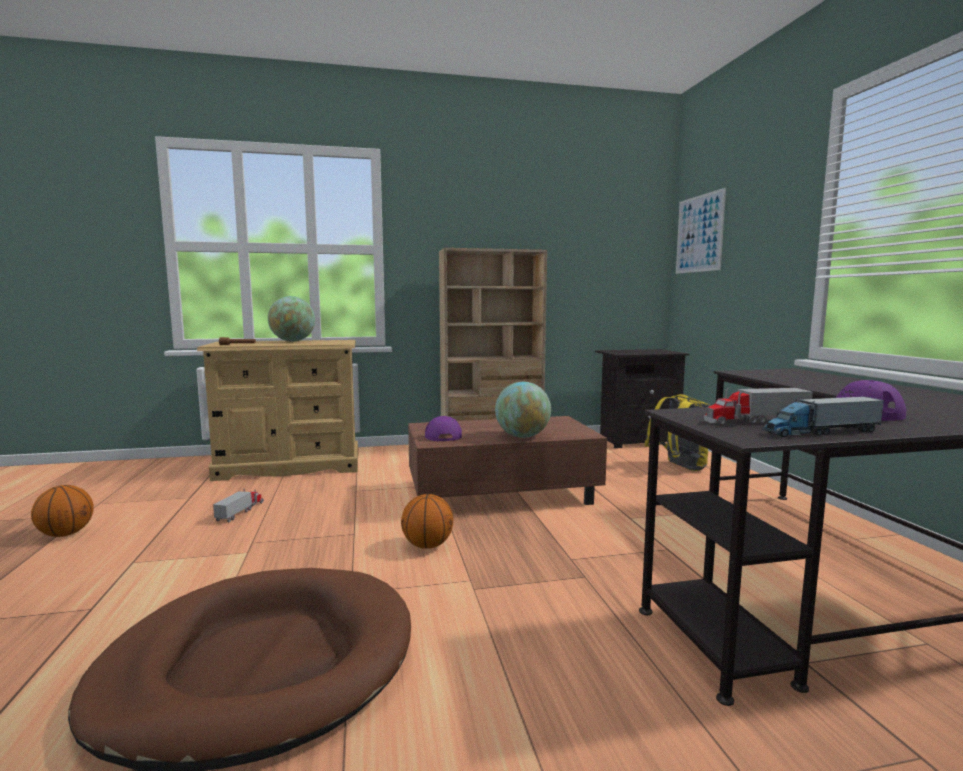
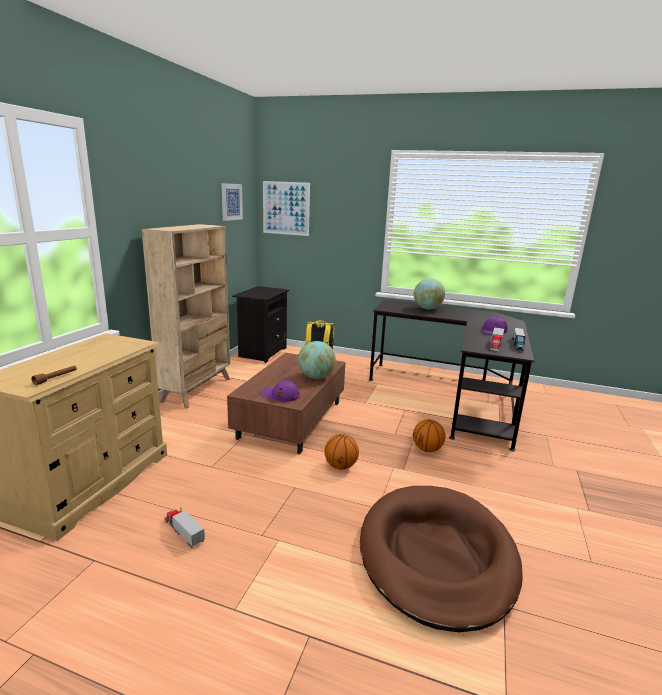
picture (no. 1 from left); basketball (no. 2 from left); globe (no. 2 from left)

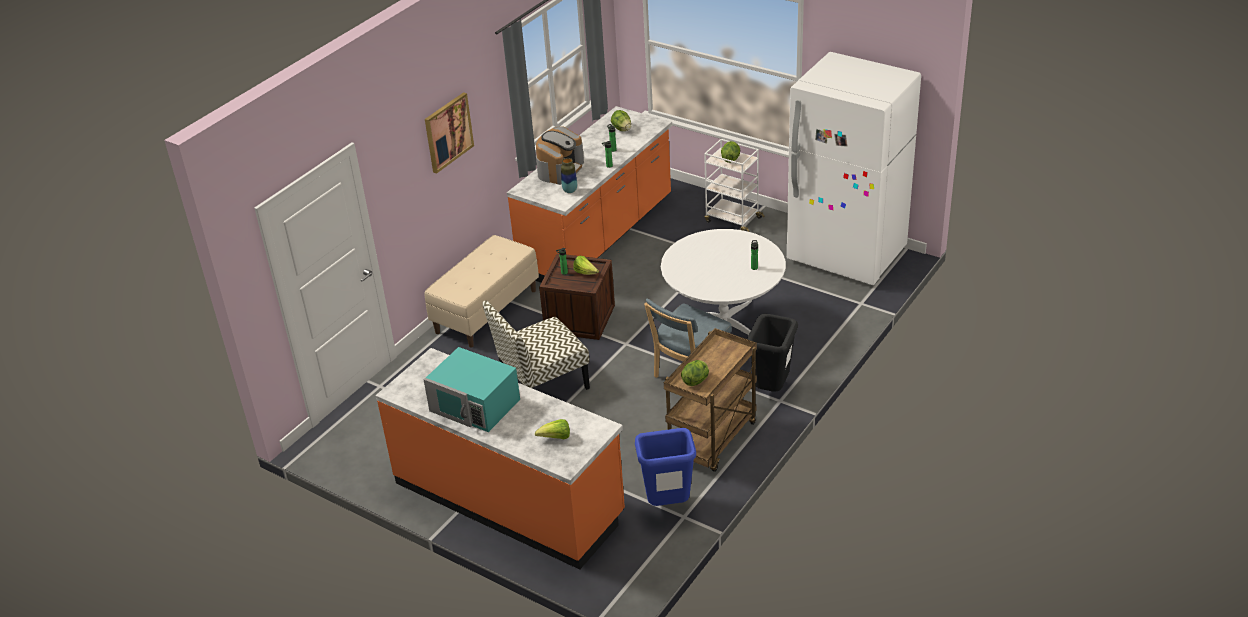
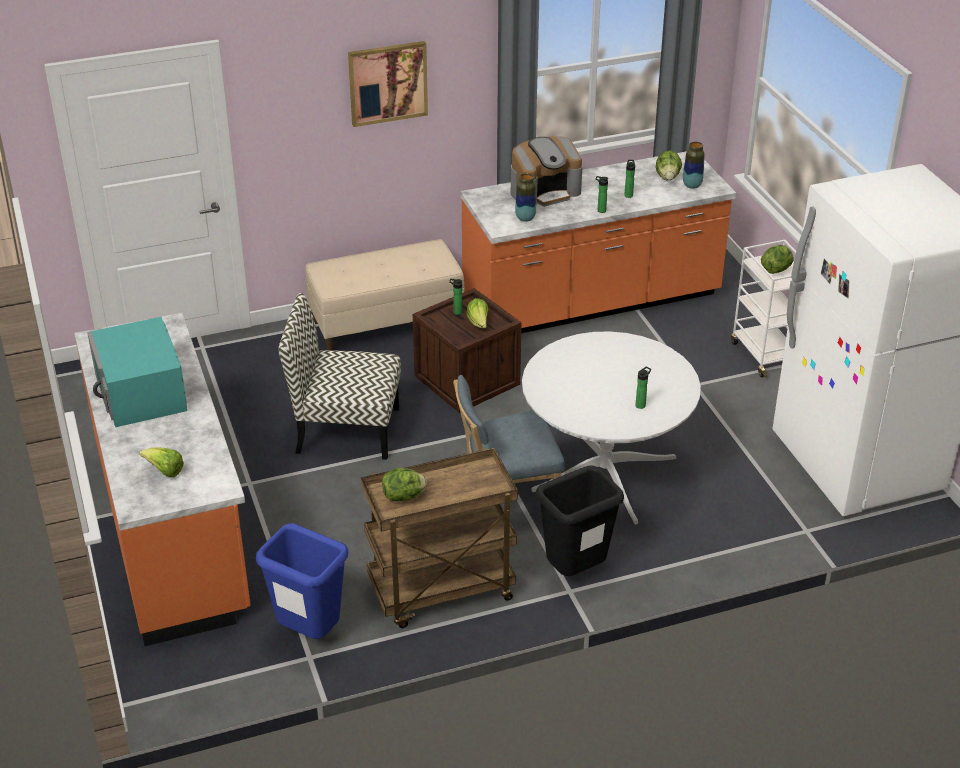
vase (no. 2 from left)

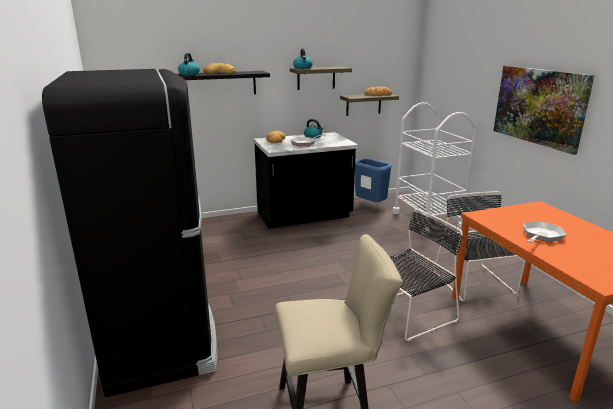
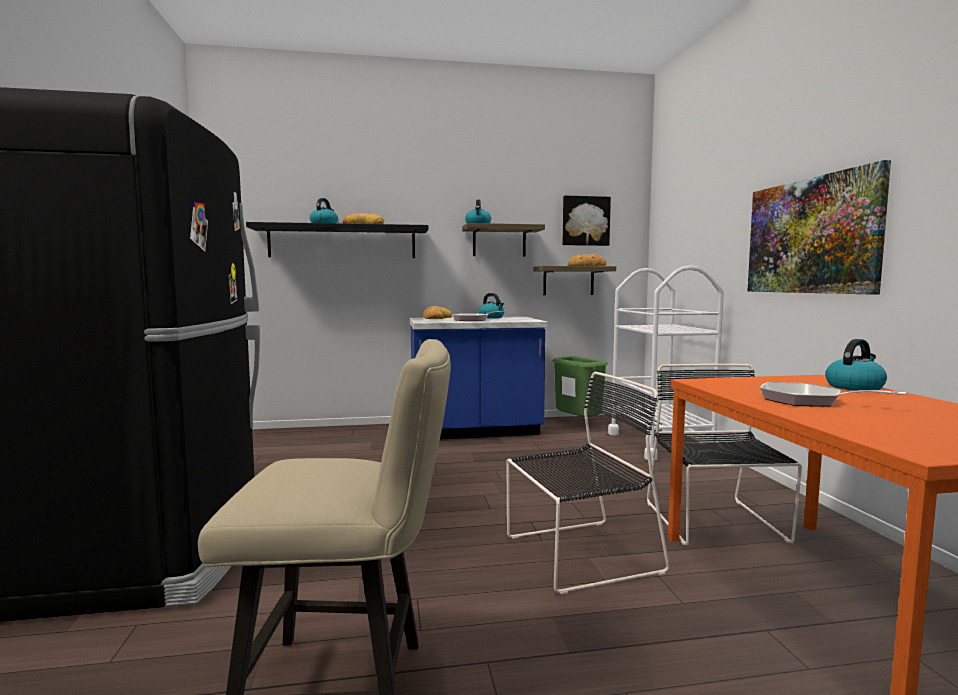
picture (no. 1 from left); kettle (no. 4 from left); blue counter; green trash can; frying pan (no. 2 from left)

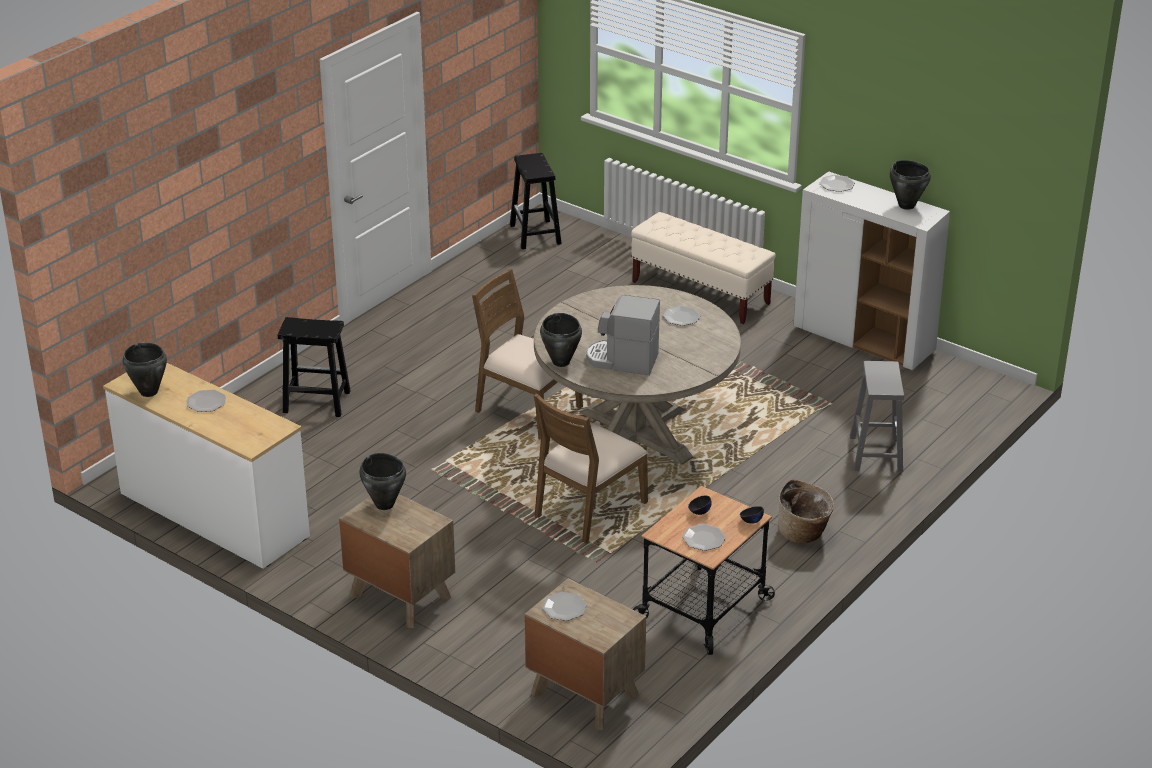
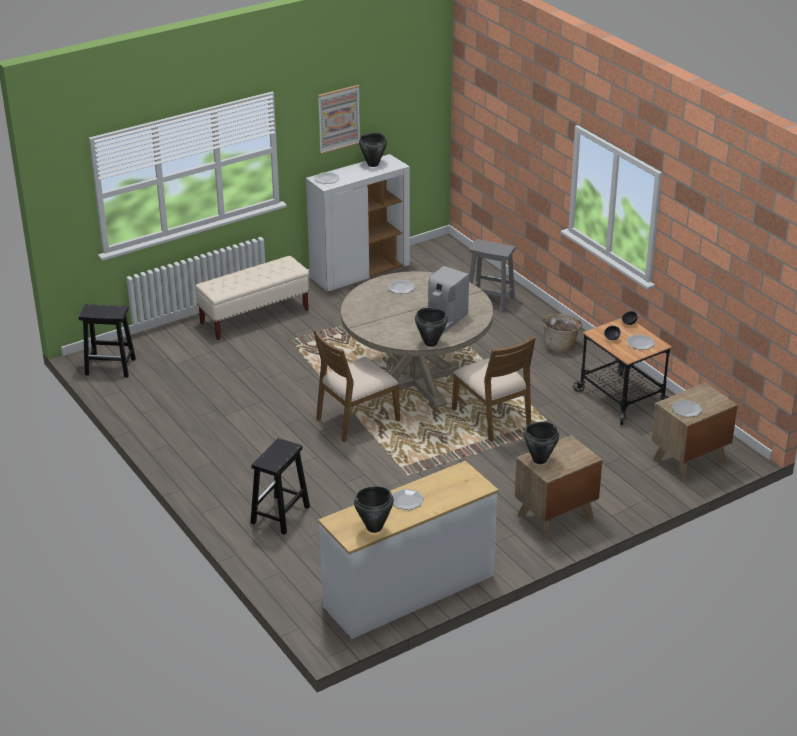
picture

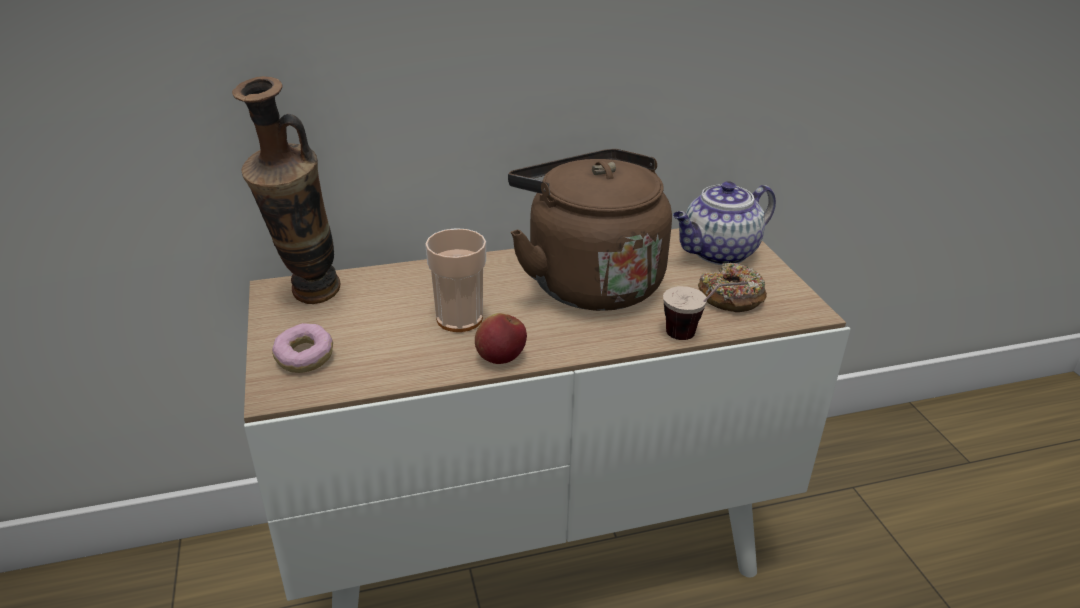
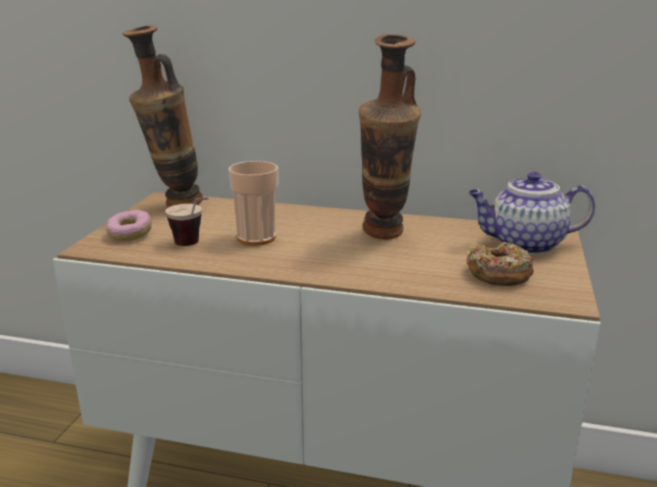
apple; cup (no. 1 from left); vase (no. 2 from left)

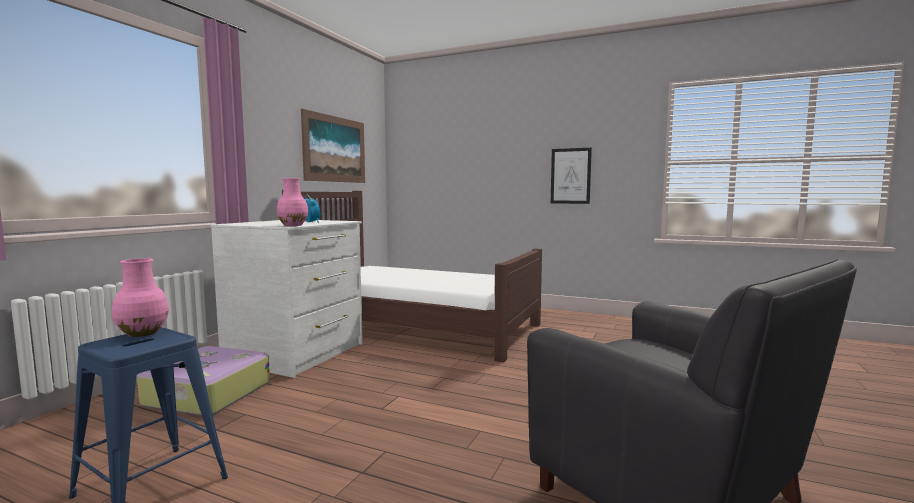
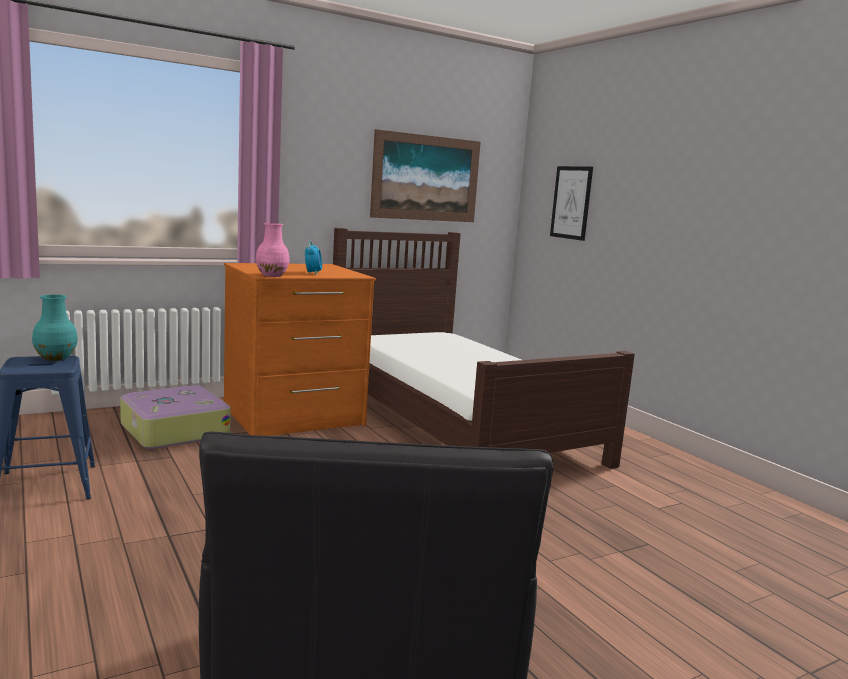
picture (no. 2 from left); turquoise vase; orange dresser

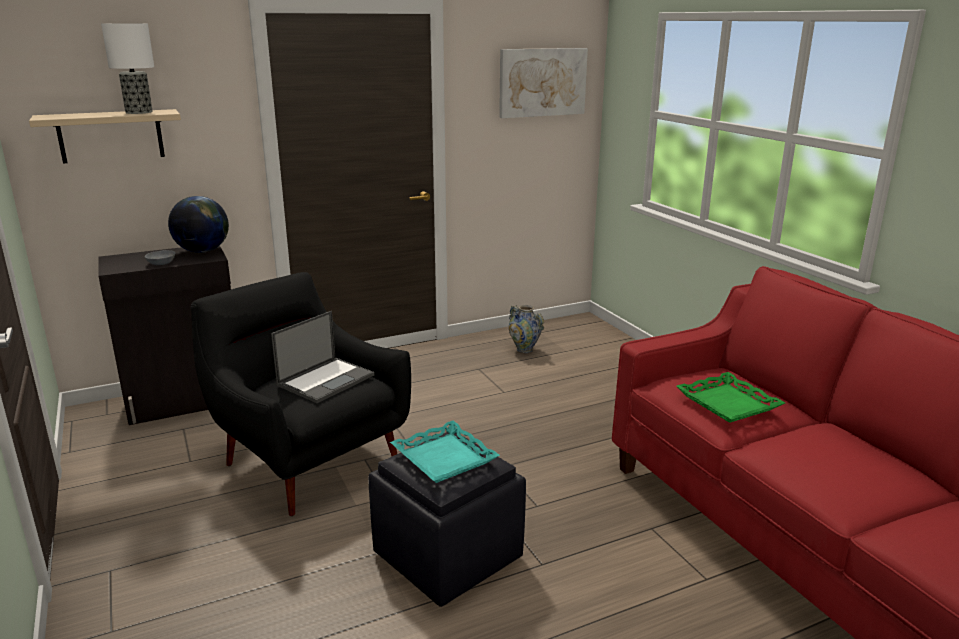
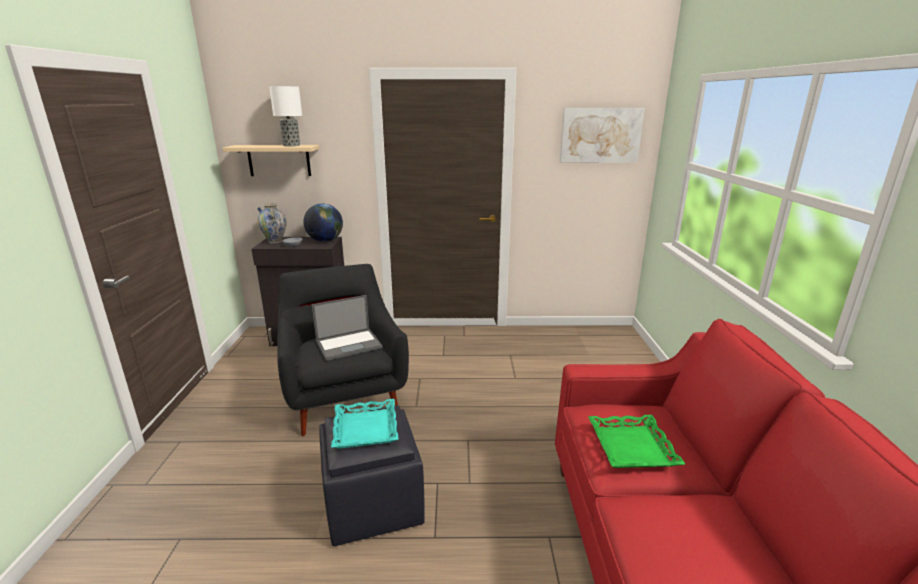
vase

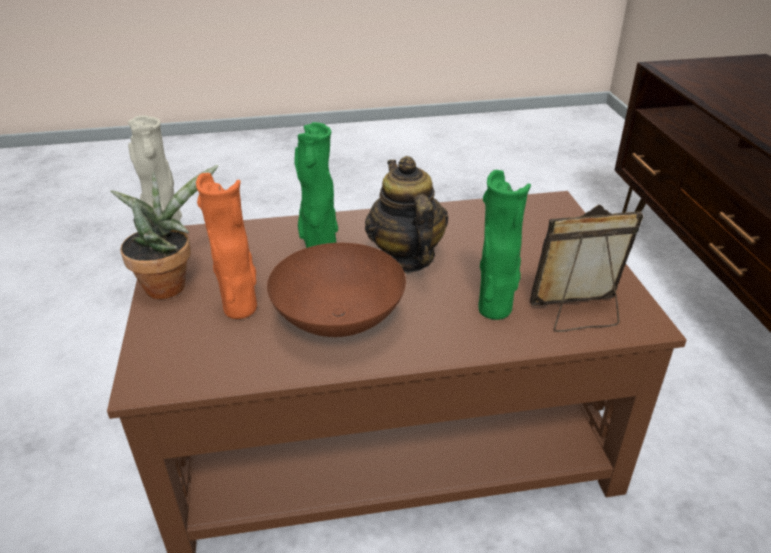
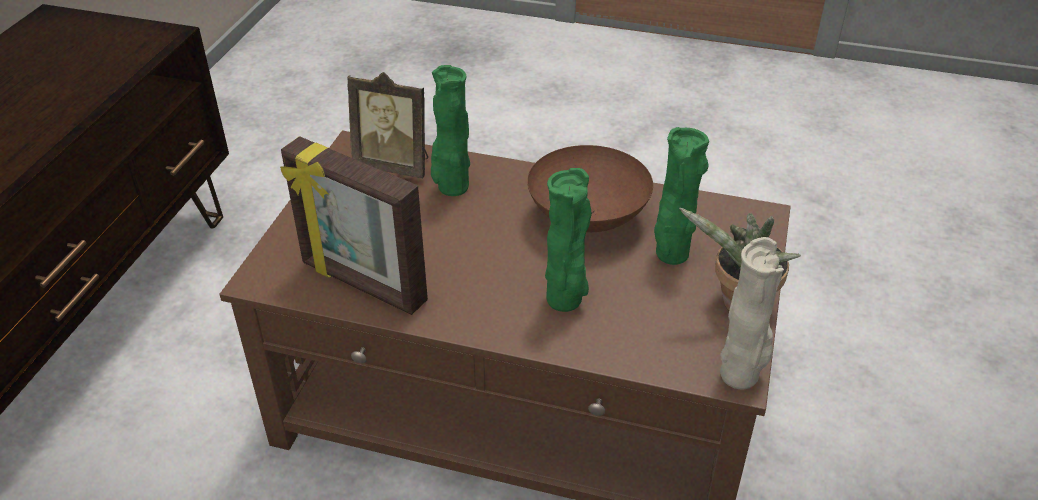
teapot; picture frame (no. 1 from left); green vase (no. 3 from left)

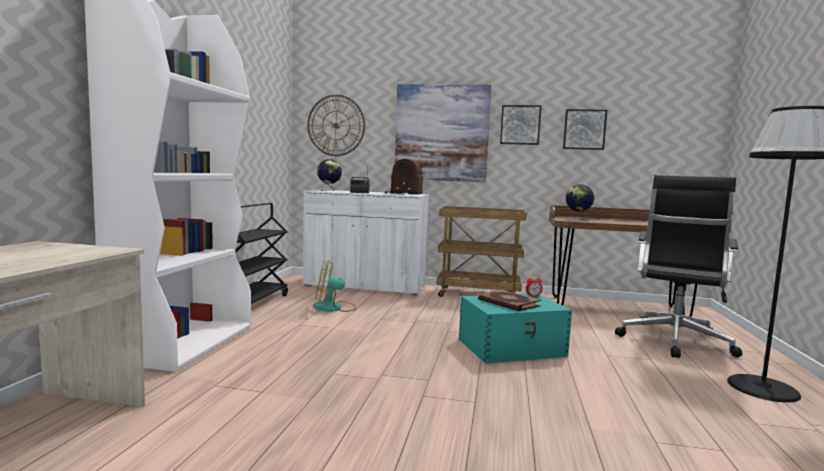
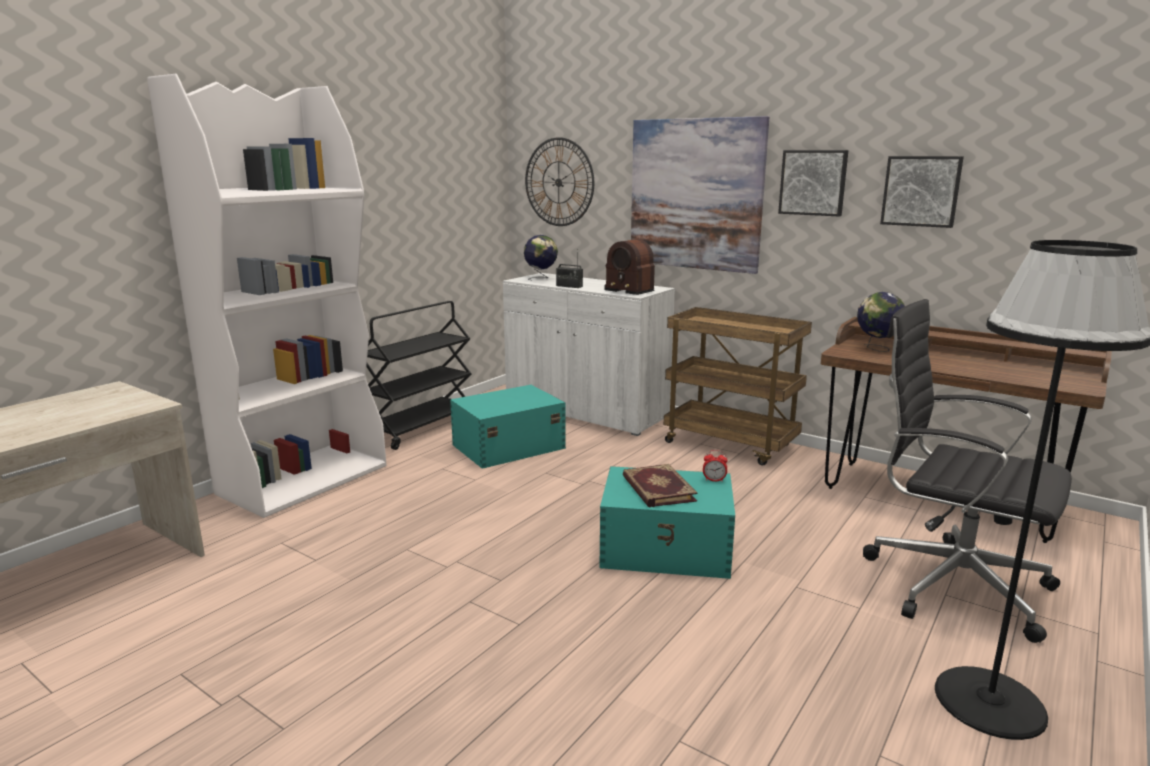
turquoise storage box (no. 1 from left); black office chair

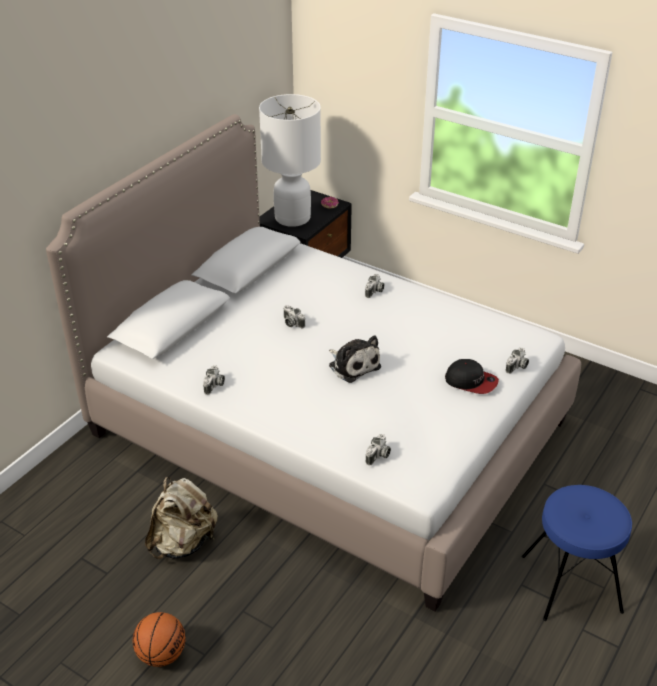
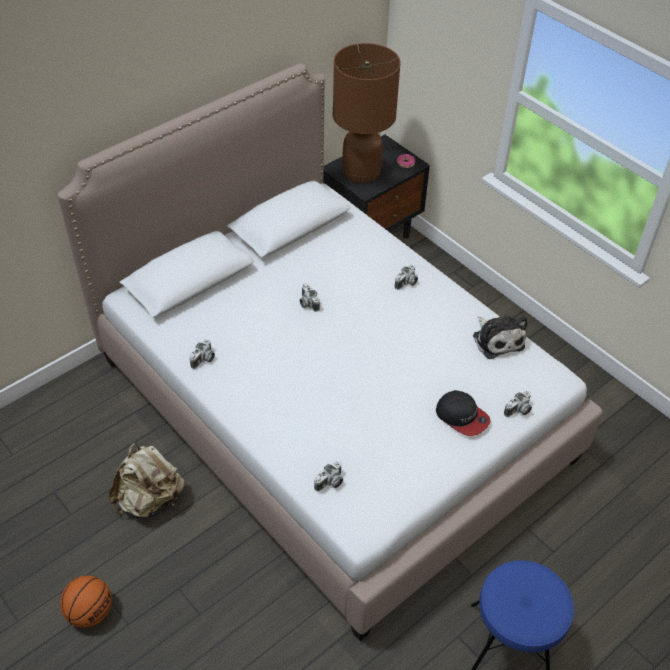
plush toy; brown table lamp

